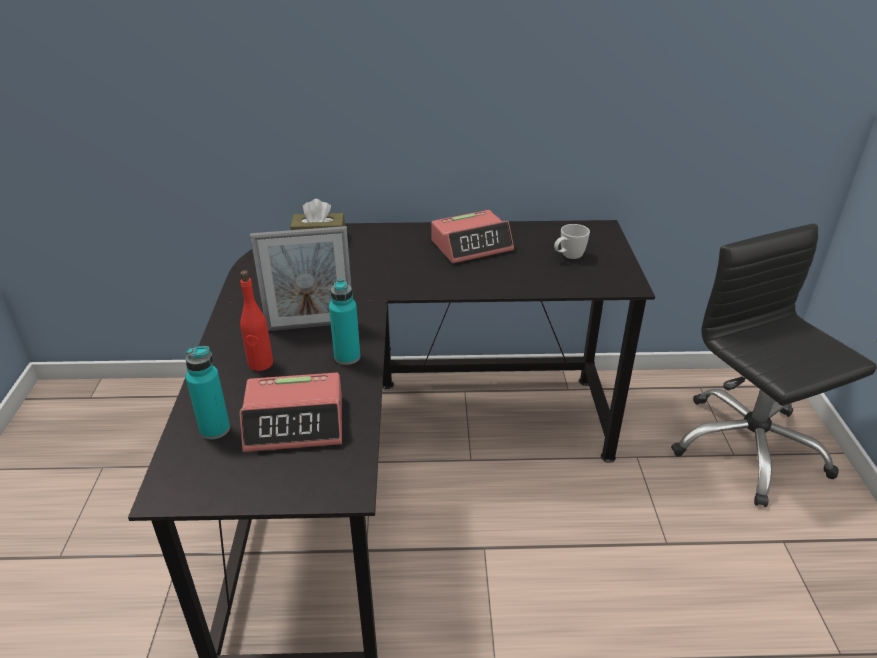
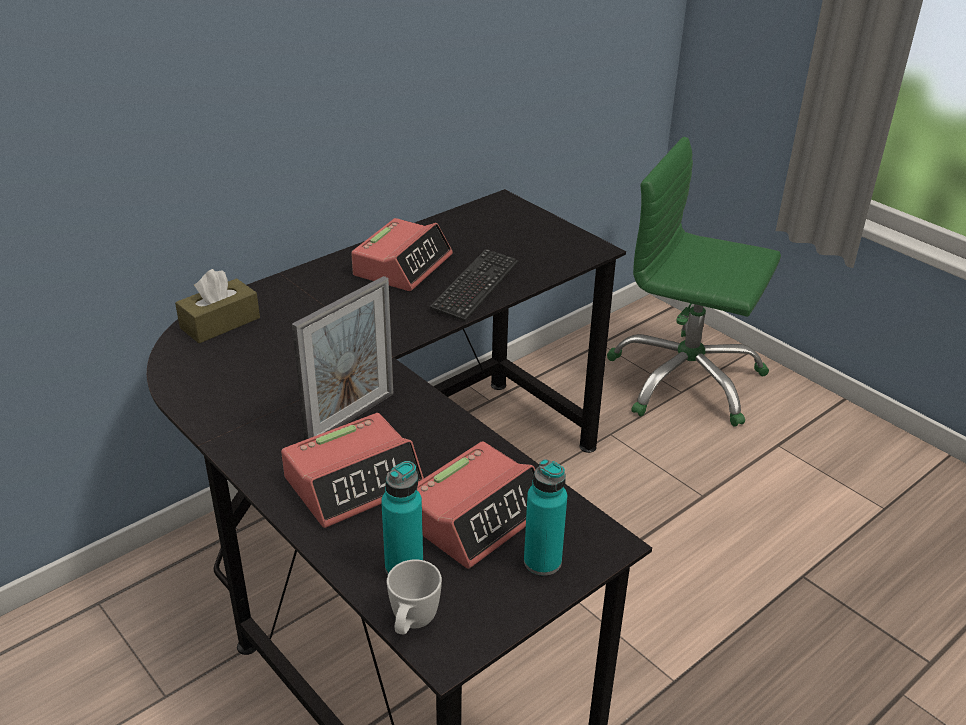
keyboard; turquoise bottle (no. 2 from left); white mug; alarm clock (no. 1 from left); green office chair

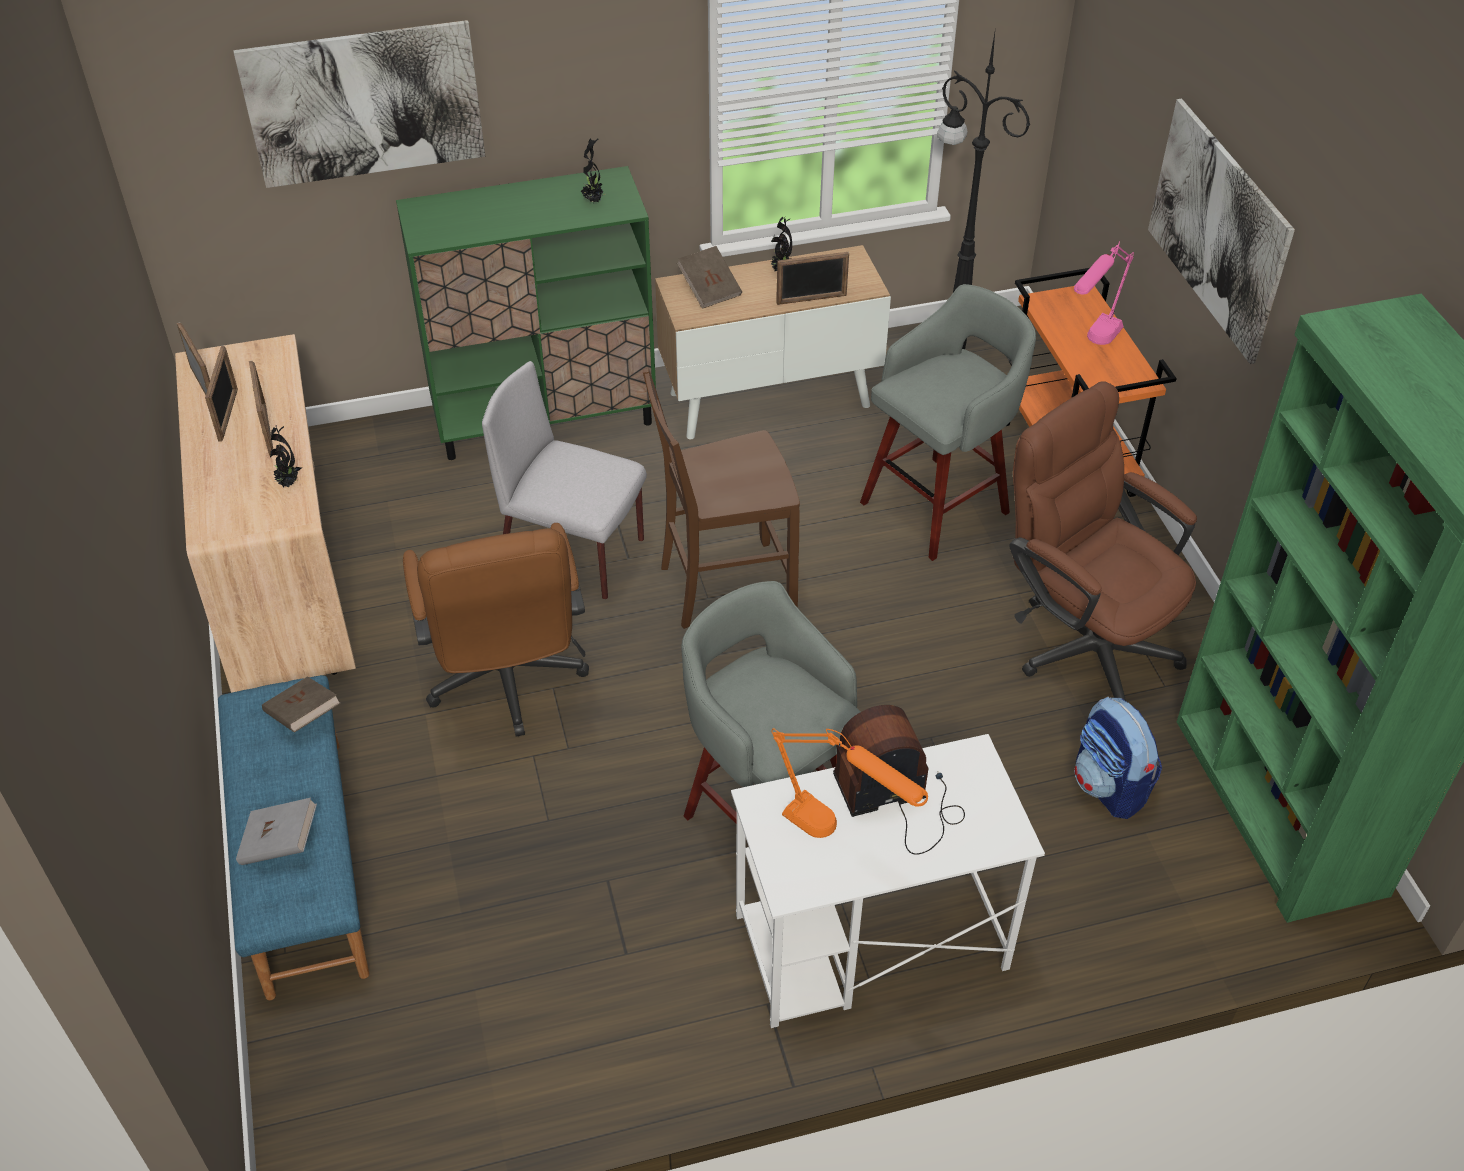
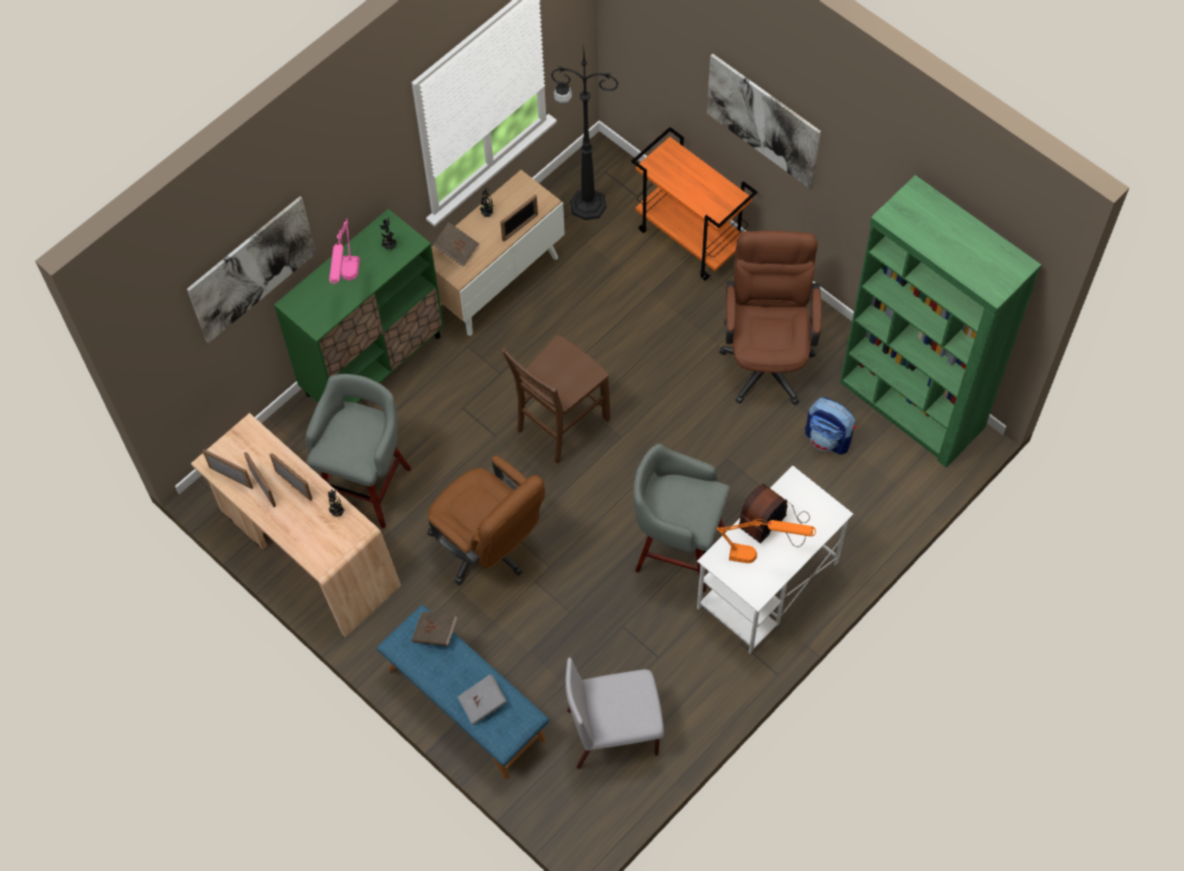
grey chair; grey stool (no. 1 from left); pink table lamp; brown office chair (no. 2 from left)

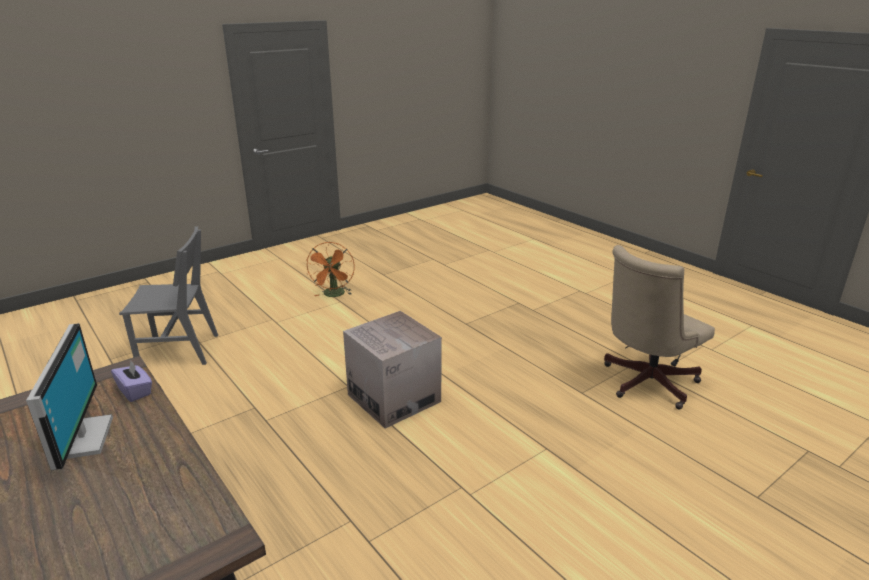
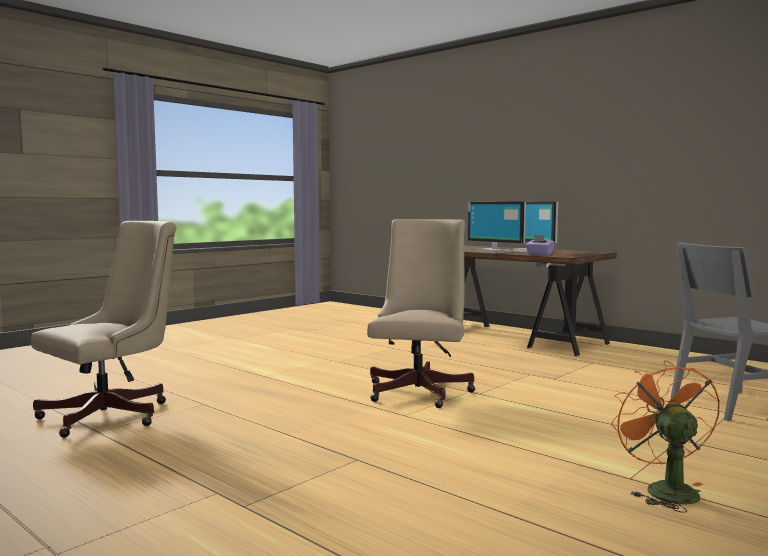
monitor (no. 1 from left); beige office chair (no. 2 from left)

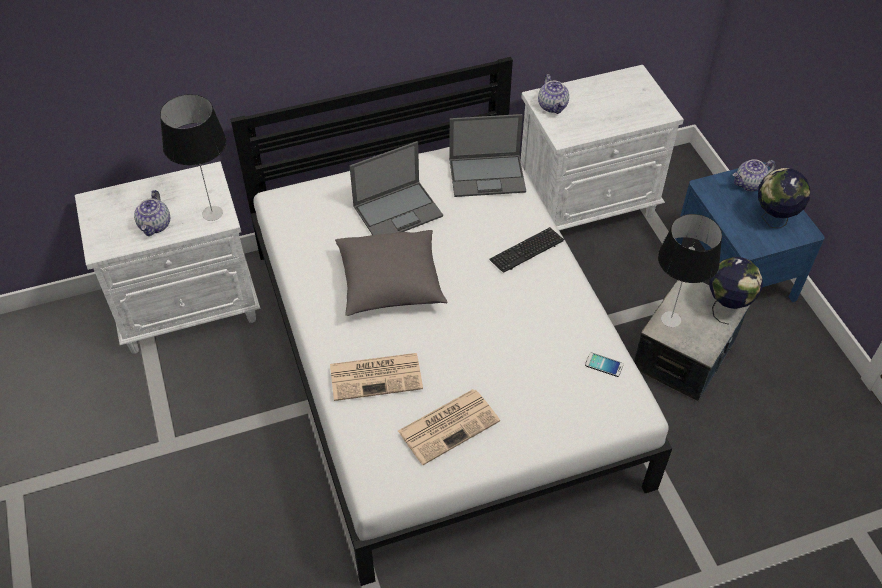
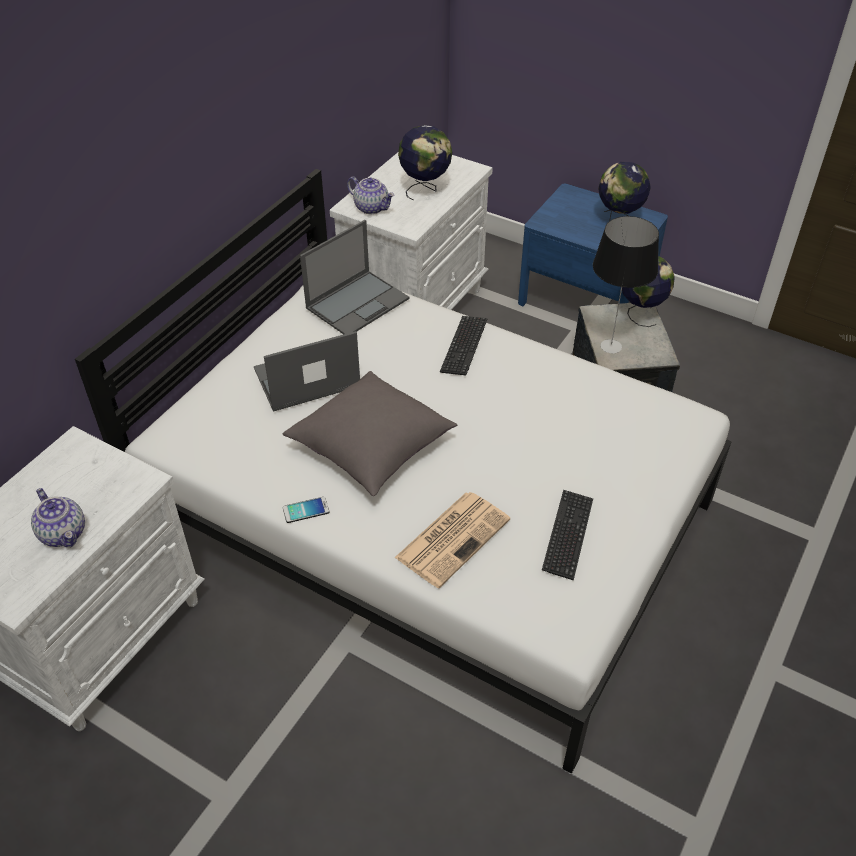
table lamp (no. 1 from left in the first image); teapot (no. 3 from left in the first image); globe (no. 1 from left); phone; keyboard (no. 2 from left); laptop (no. 1 from left)

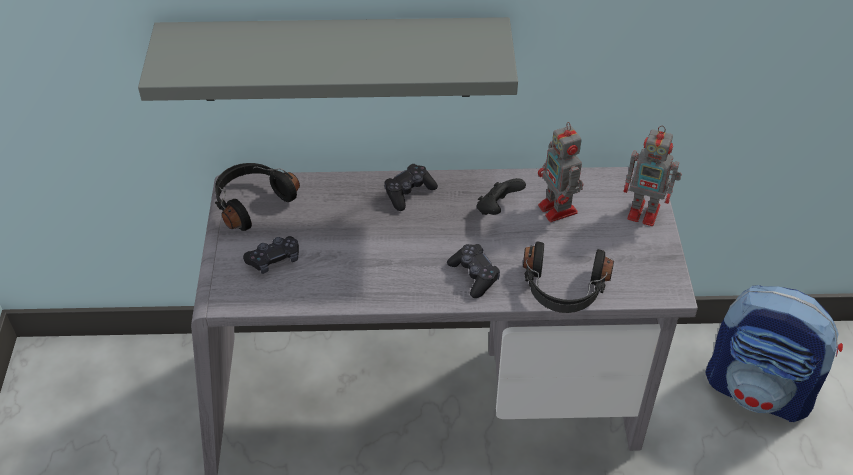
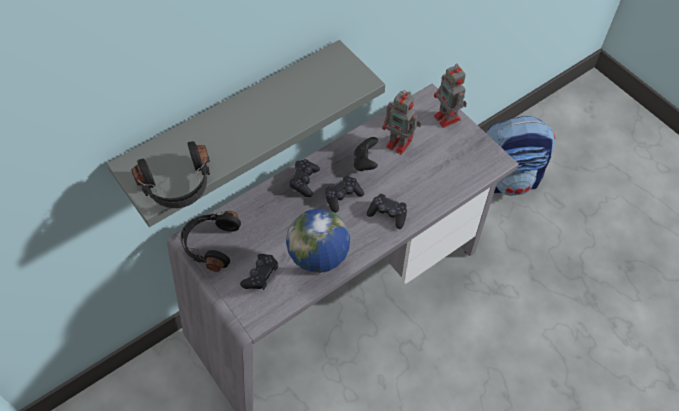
globe; black game controller (no. 3 from left); black headphones (no. 1 from left); toy robot (no. 2 from left)

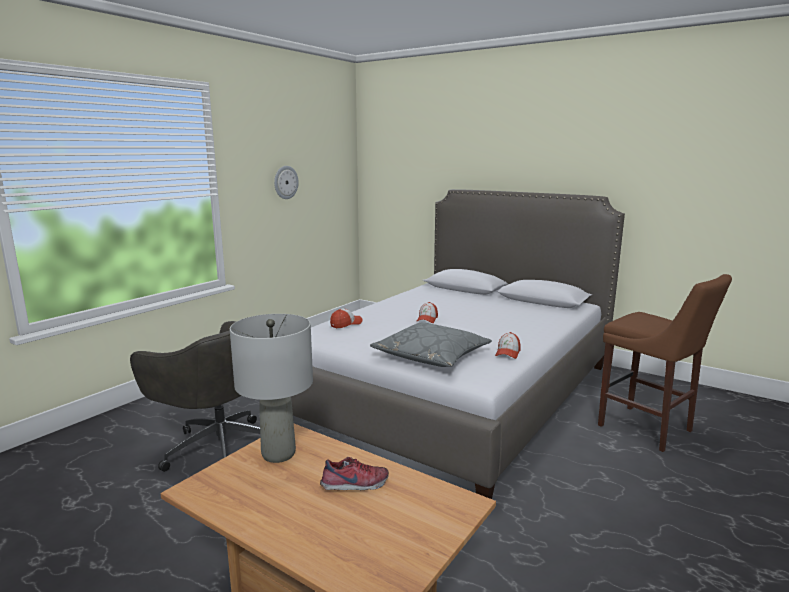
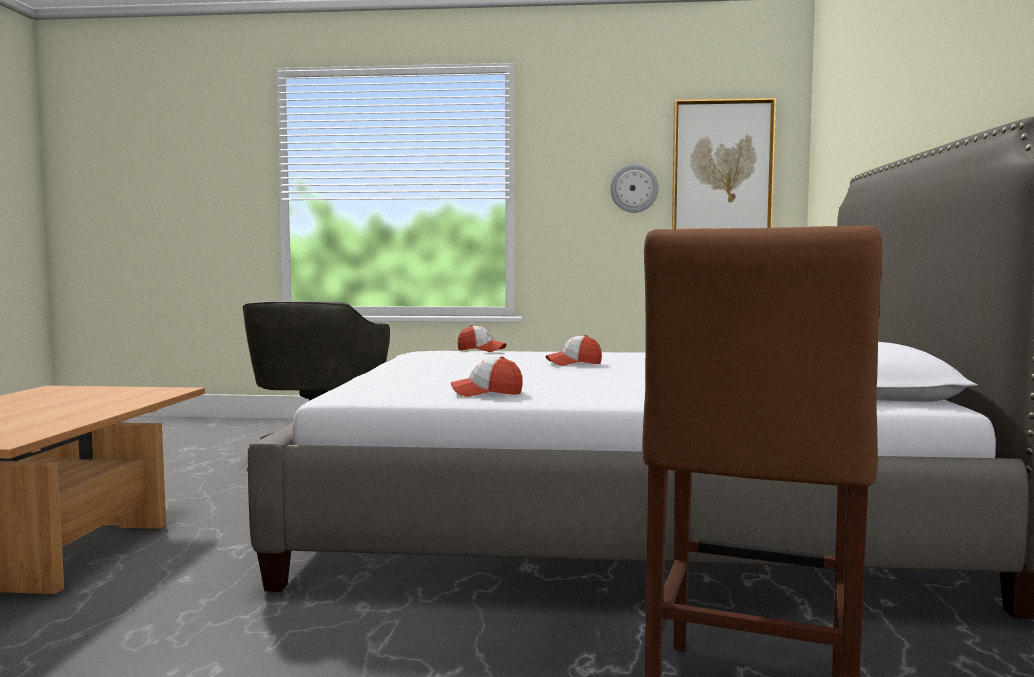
grey table lamp; shoe; grey pillow; picture

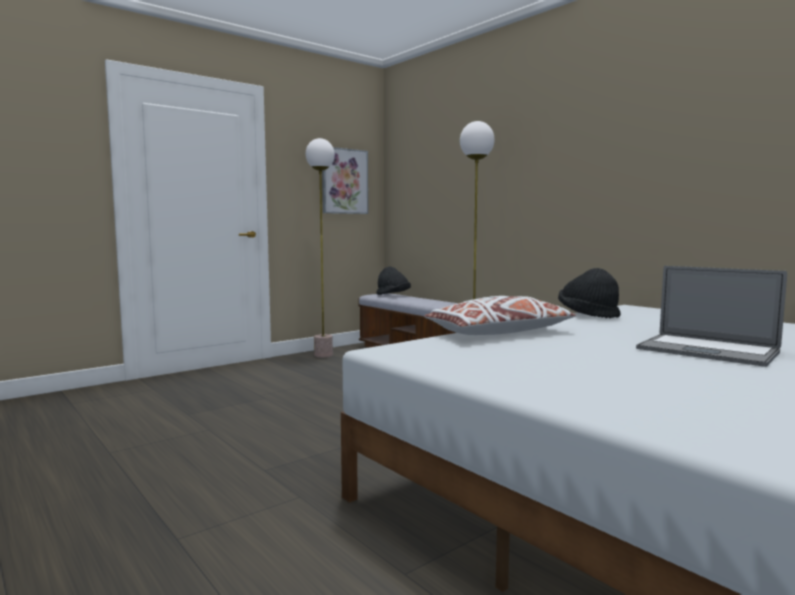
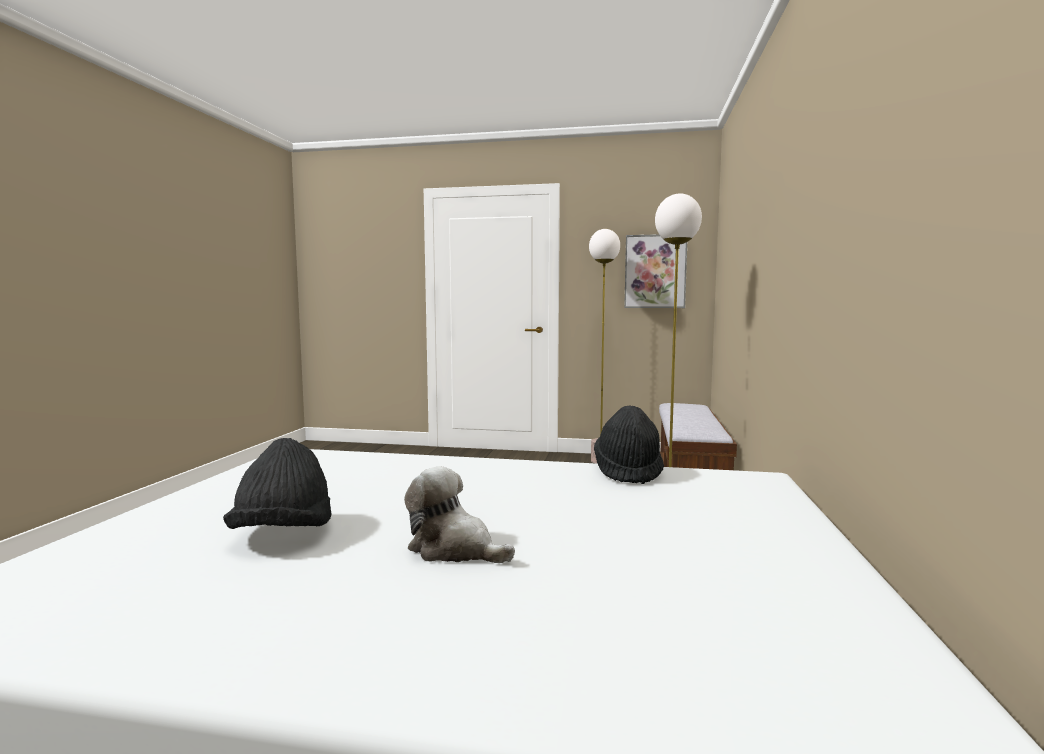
white pillow; black hat (no. 1 from left); plush toy

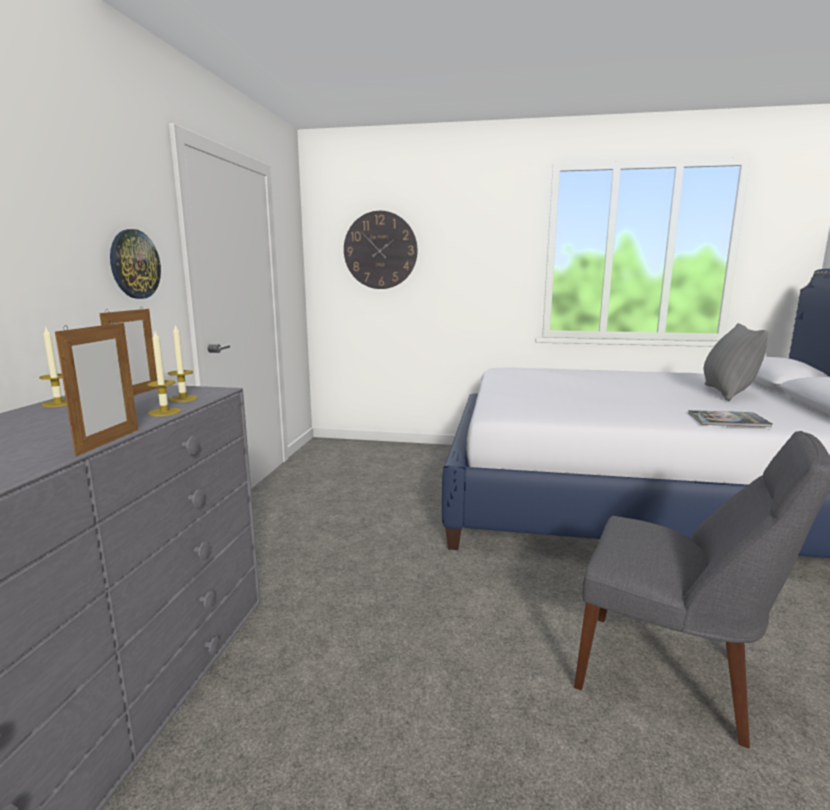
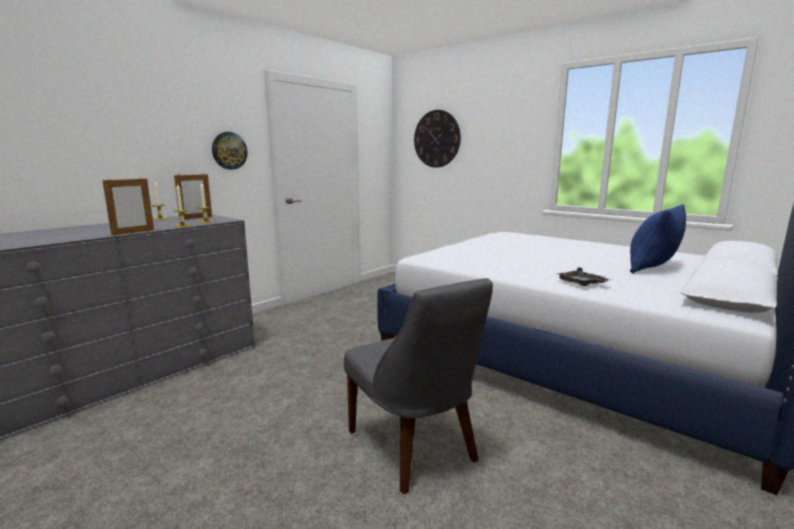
grey tray; blue pillow

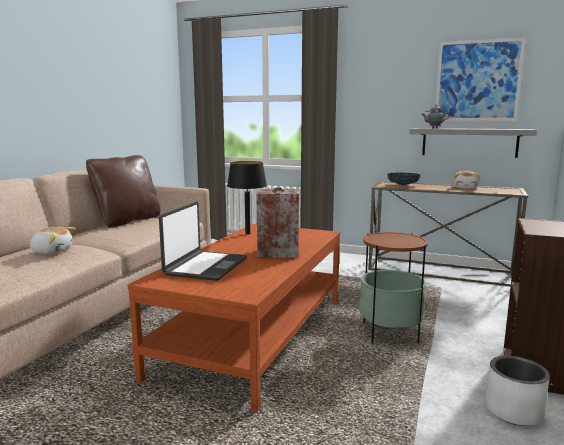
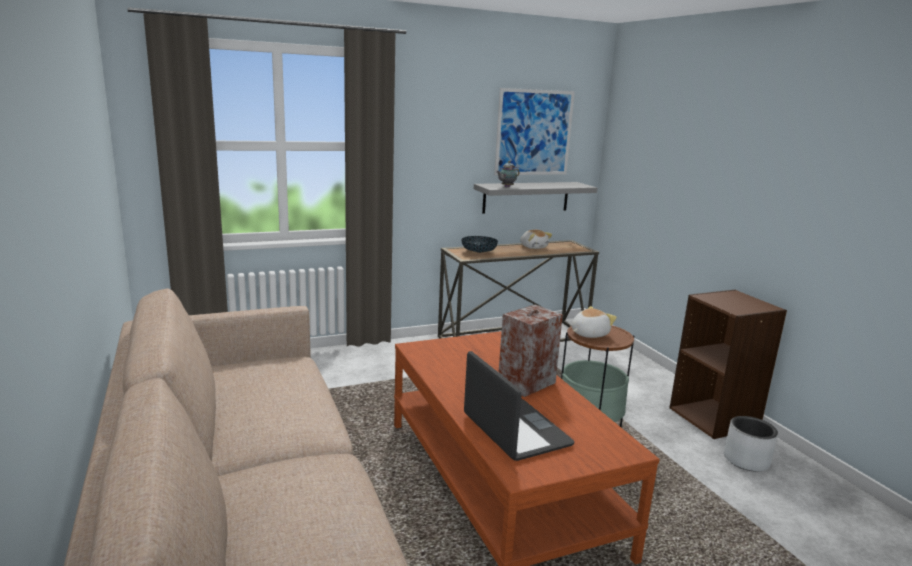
brown pillow; black table lamp; plush toy (no. 2 from left)

